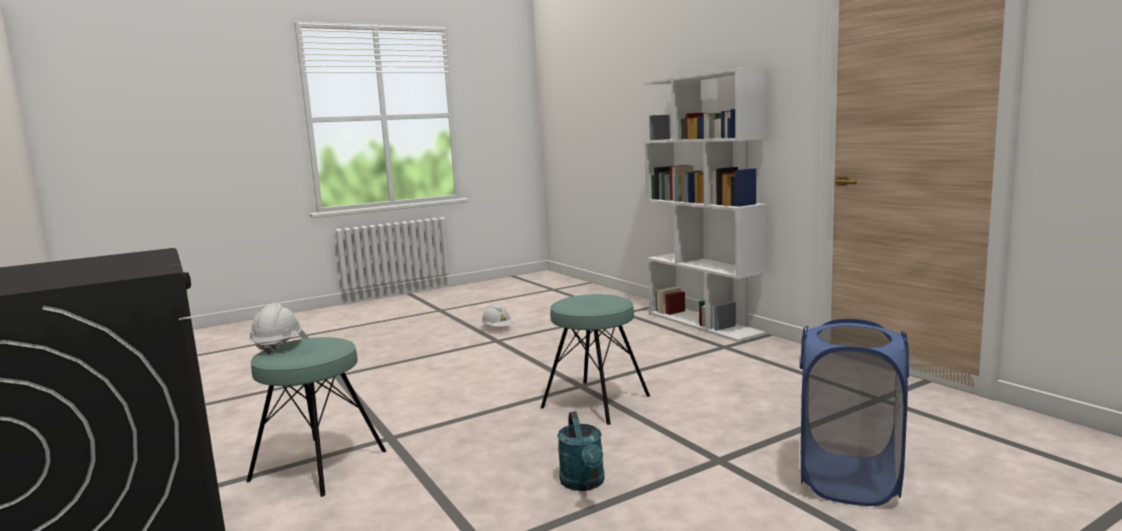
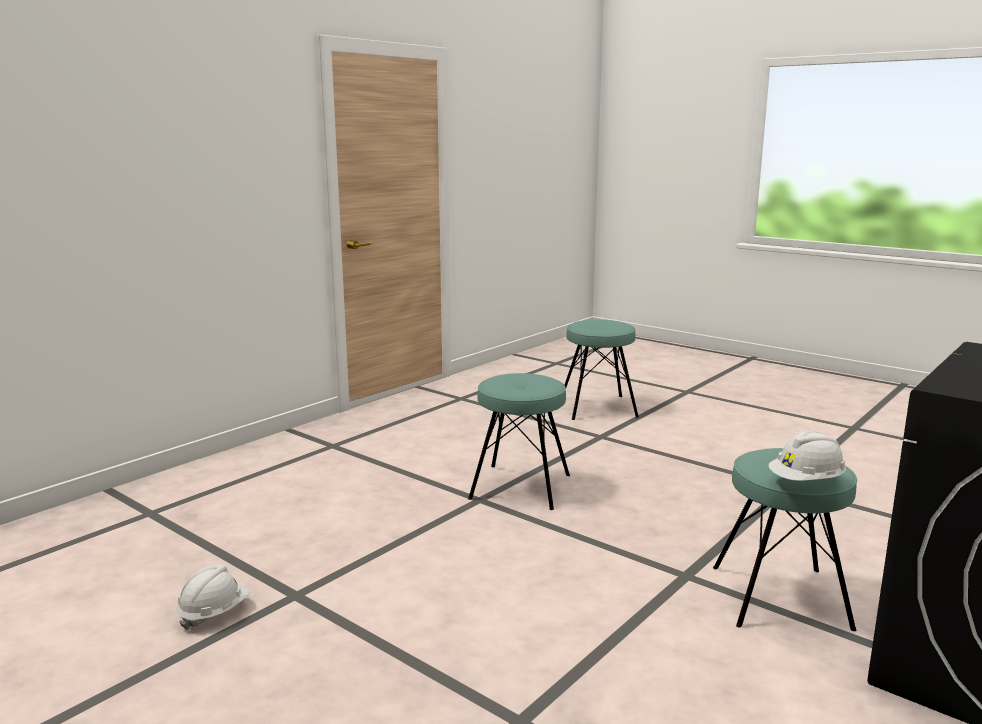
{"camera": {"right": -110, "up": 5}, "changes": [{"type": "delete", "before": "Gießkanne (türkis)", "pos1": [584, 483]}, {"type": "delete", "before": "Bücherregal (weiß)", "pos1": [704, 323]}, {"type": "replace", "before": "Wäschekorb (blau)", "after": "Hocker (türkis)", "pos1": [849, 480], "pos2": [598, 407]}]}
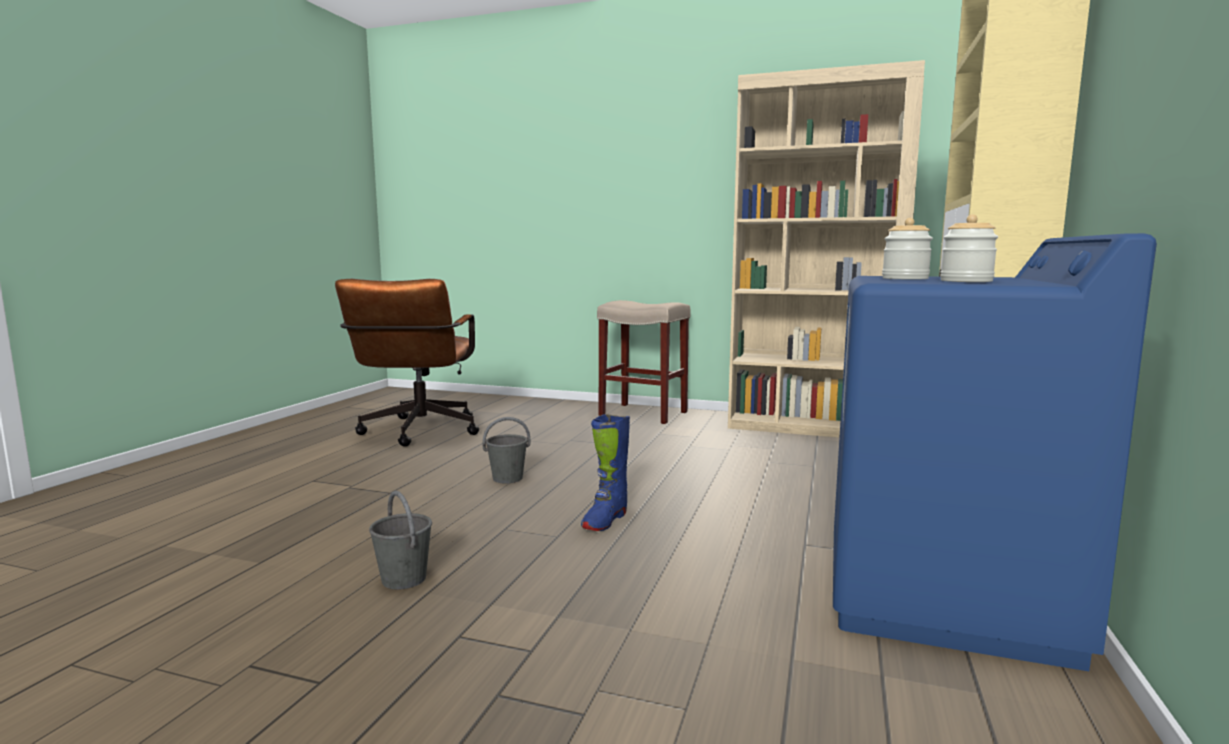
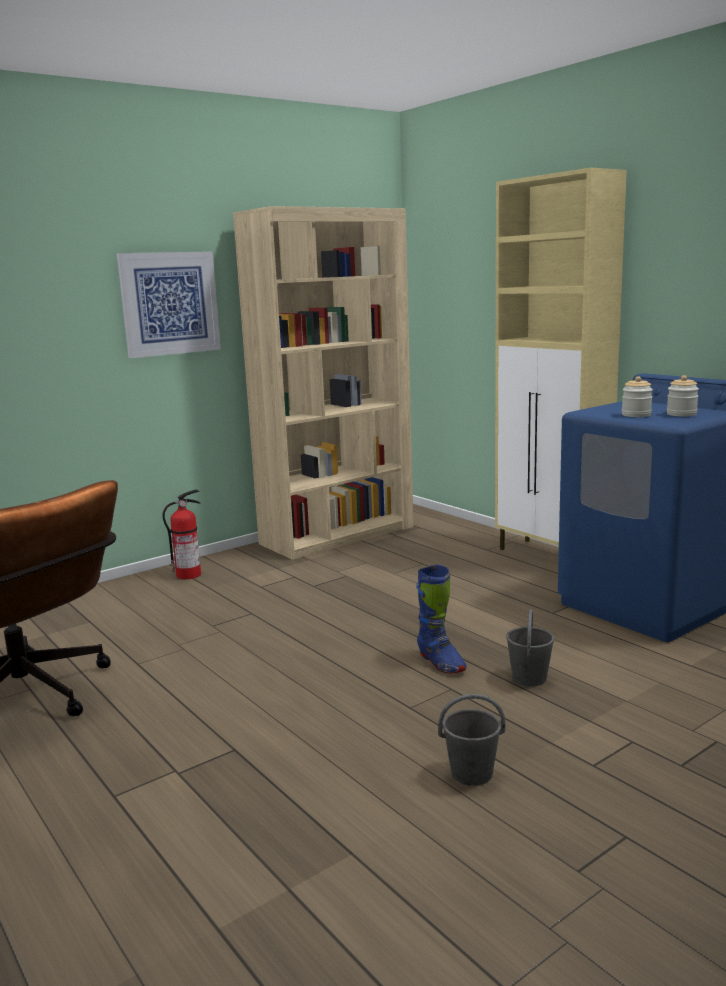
{"camera": {"right": -55, "up": 5}, "changes": [{"type": "insert", "after": "Bild", "pos2": [170, 303]}, {"type": "move", "before": "Eimer (grau)", "pos1": [507, 478], "pos2": [529, 678]}, {"type": "replace", "before": "Hocker (beige)", "after": "Feuerlöscher", "pos1": [644, 413], "pos2": [189, 574]}]}
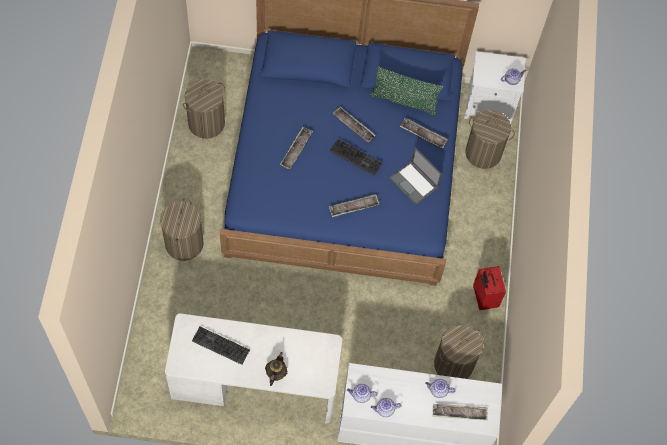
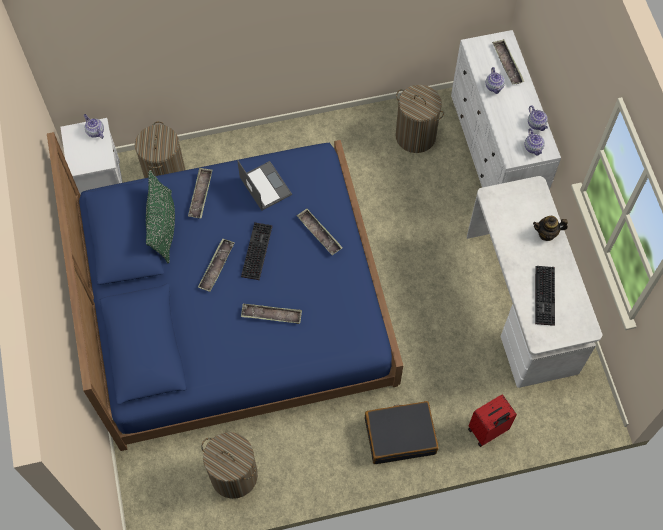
{"camera": {"right": -105, "up": 0}, "changes": [{"type": "move", "before": "Koffer (rot)", "pos1": [483, 298], "pos2": [488, 431]}, {"type": "replace", "before": "Wäschekorb", "after": "Koffer (schwarz)", "pos1": [184, 243], "pos2": [400, 435]}, {"type": "rotate", "before": "Laptop", "pos1": [414, 183], "pos2": [265, 185], "turn": -60}]}
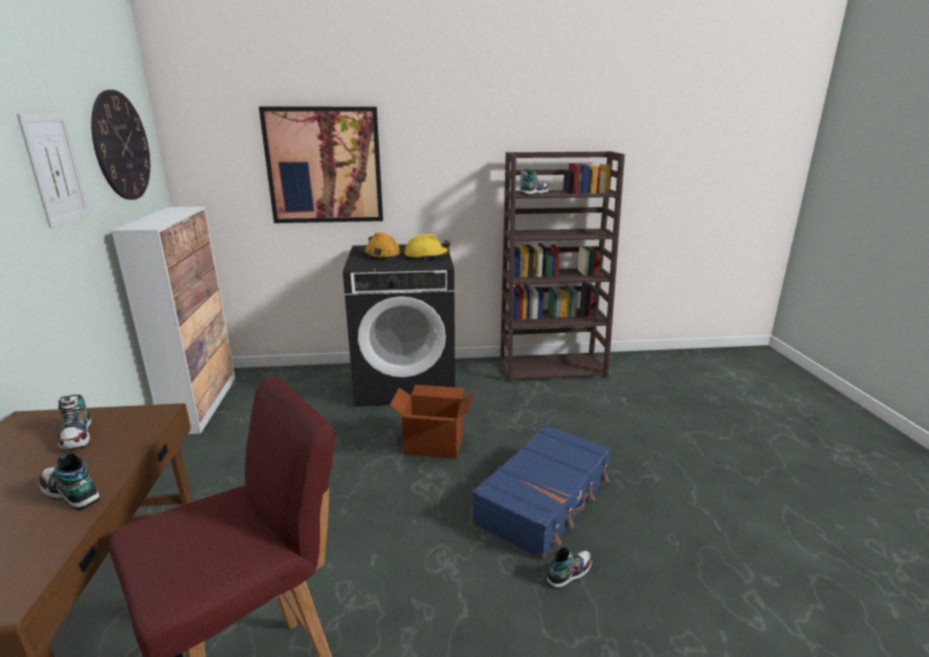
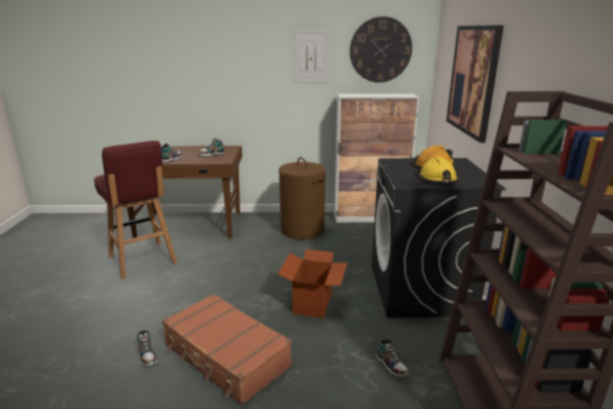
{"camera": {"right": 95, "up": 0}, "changes": [{"type": "insert", "after": "Wäschekorb (braun)", "pos2": [302, 230]}, {"type": "move", "before": "Schuh", "pos1": [535, 193], "pos2": [392, 366]}, {"type": "recolor", "before": "Koffer (blau)", "after": "Koffer (braun)", "pos1": [544, 499], "pos2": [226, 356]}]}
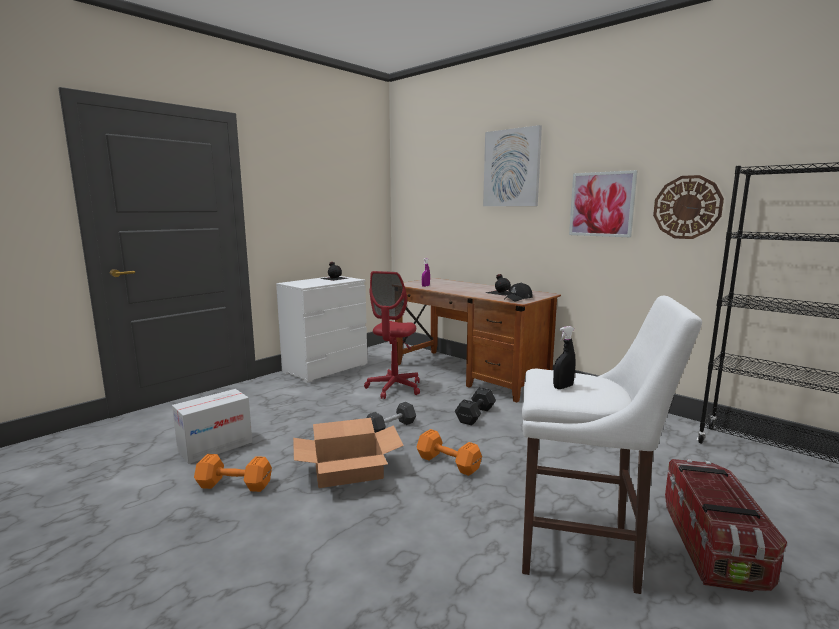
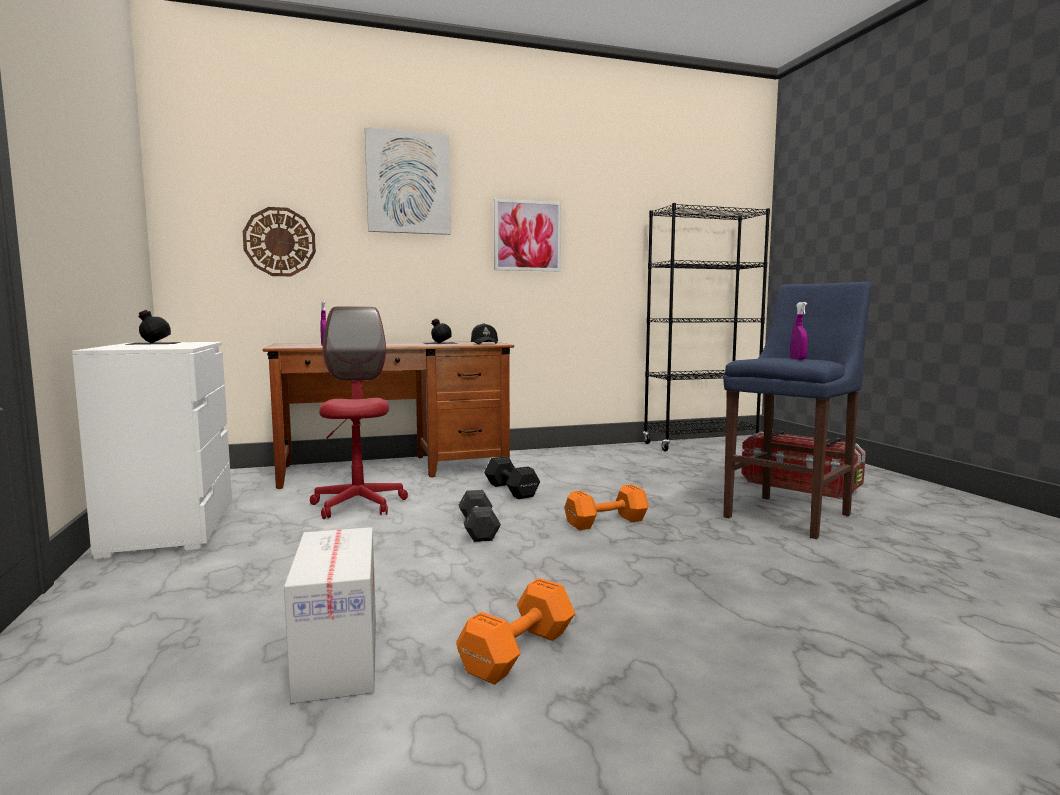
{"camera": {"right": -60, "up": -5}, "changes": [{"type": "delete", "before": "Karton", "pos1": [348, 470]}, {"type": "move", "before": "Wanduhr", "pos1": [687, 207], "pos2": [279, 242]}, {"type": "recolor", "before": "Hocker (weiß)", "after": "Hocker (blau)", "pos1": [584, 549], "pos2": [791, 514]}, {"type": "recolor", "before": "Sprühflasche (schwarz)", "after": "Sprühflasche (lila)", "pos1": [563, 387], "pos2": [798, 359]}, {"type": "rotate", "before": "Bürostuhl (rot)", "pos1": [394, 388], "pos2": [358, 505], "turn": -150}]}
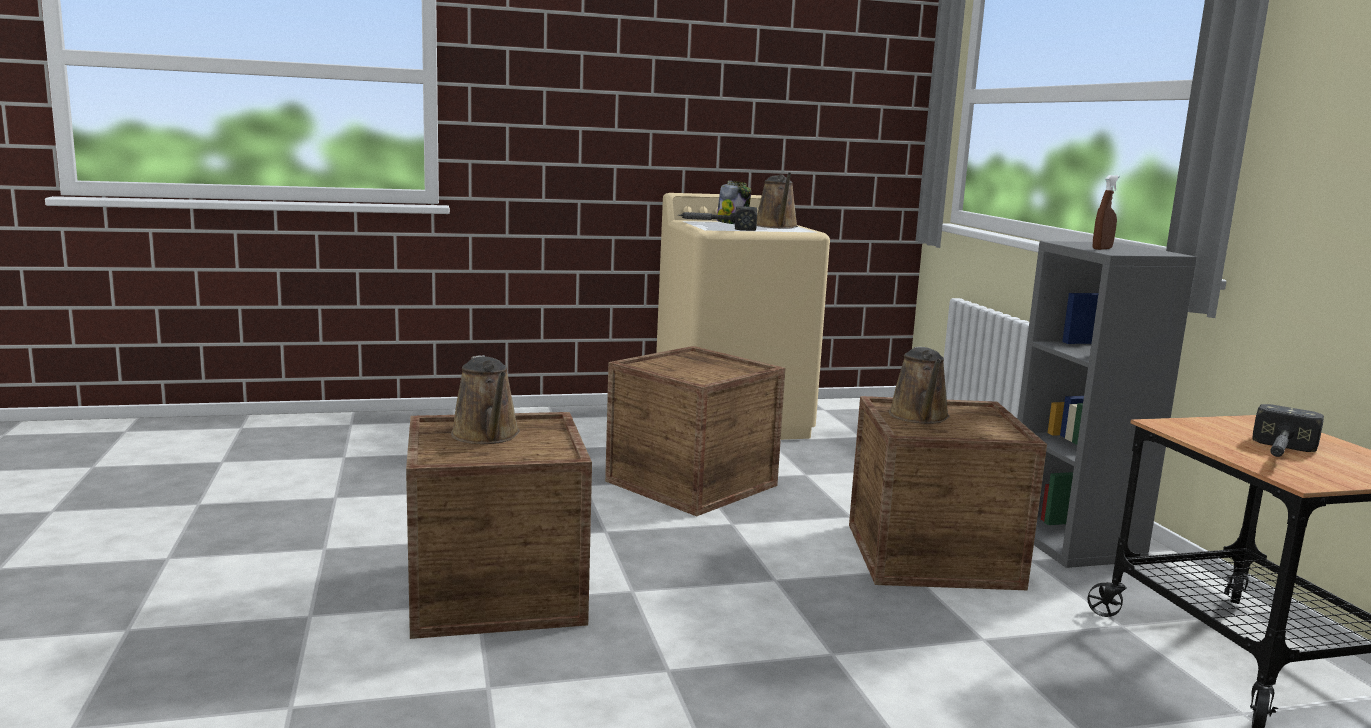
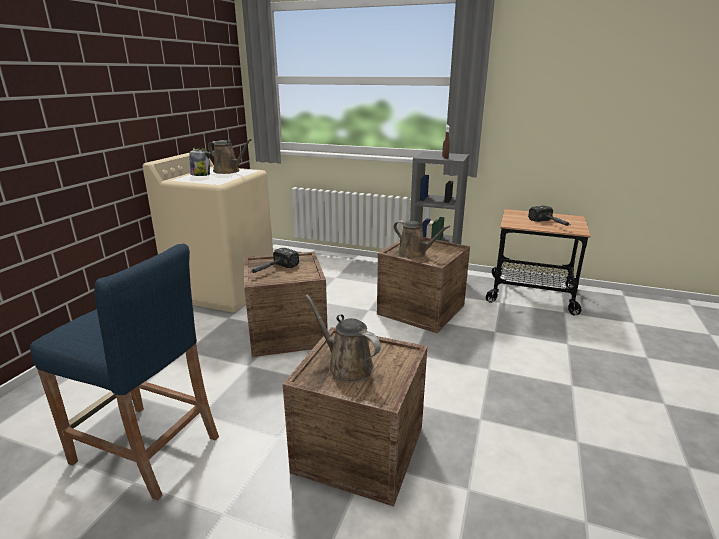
{"camera": {"right": -55, "up": 10}, "changes": [{"type": "insert", "after": "Hocker (blau)", "pos2": [146, 449]}, {"type": "move", "before": "Hammer", "pos1": [716, 227], "pos2": [272, 270]}, {"type": "rotate", "before": "Gießkanne (braun)", "pos1": [487, 436], "pos2": [347, 366], "turn": -150}]}
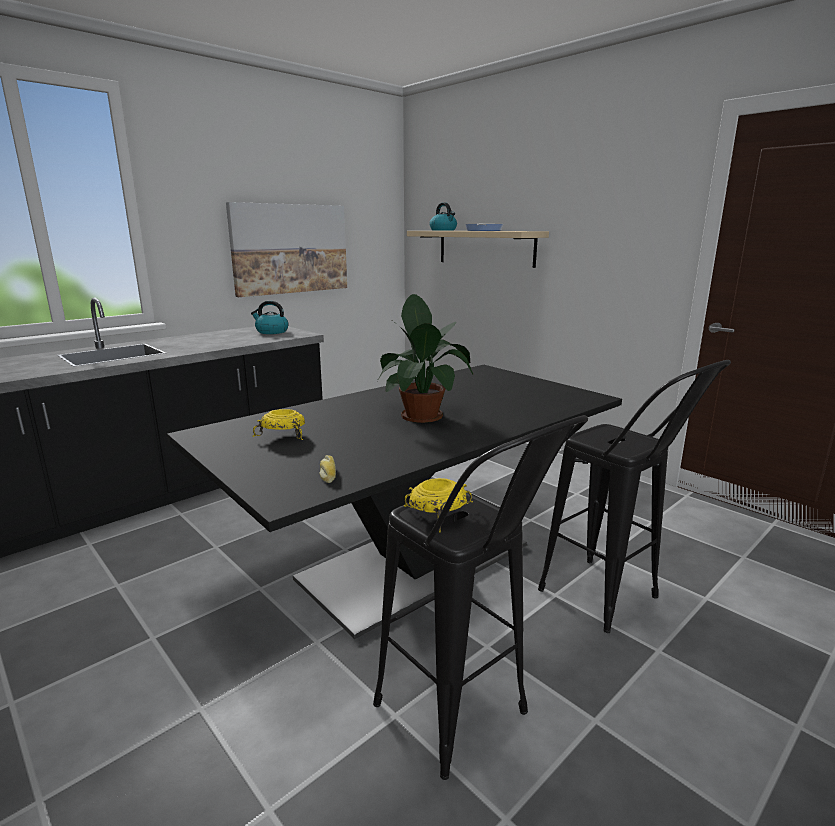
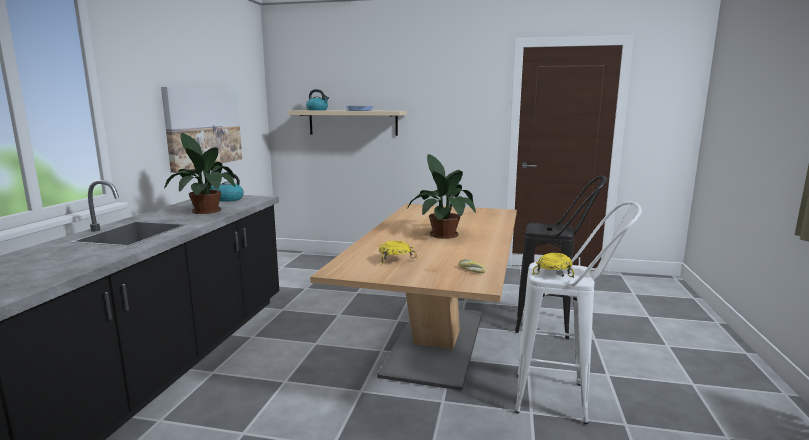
{"camera": {"right": -35, "up": -5}, "changes": [{"type": "insert", "after": "Topfpflanze", "pos2": [205, 210]}, {"type": "recolor", "before": "Esstisch (schwarz)", "after": "Esstisch (beige)", "pos1": [415, 563], "pos2": [436, 343]}, {"type": "recolor", "before": "Hocker (schwarz)", "after": "Hocker (weiß)", "pos1": [466, 724], "pos2": [564, 400]}]}
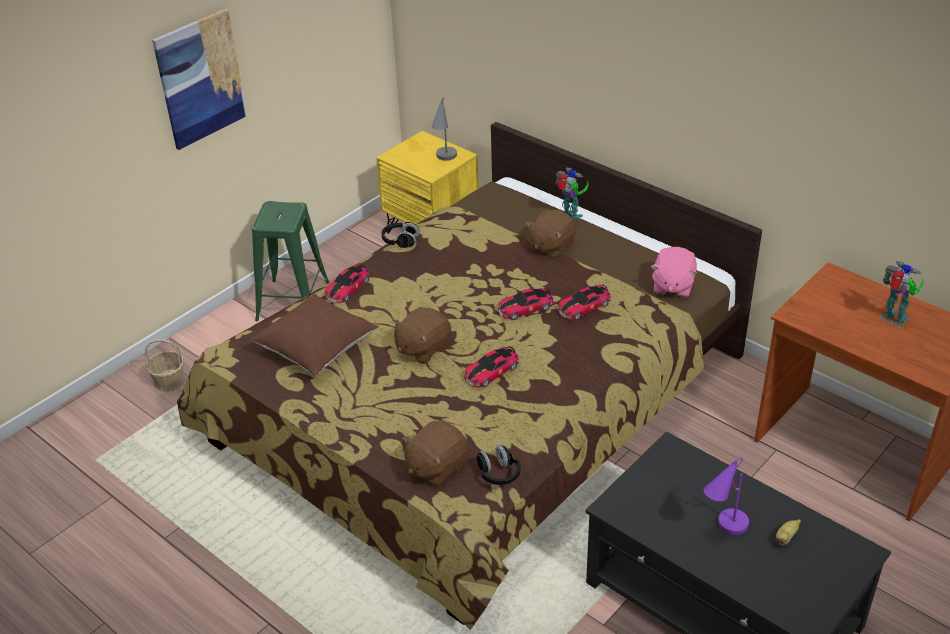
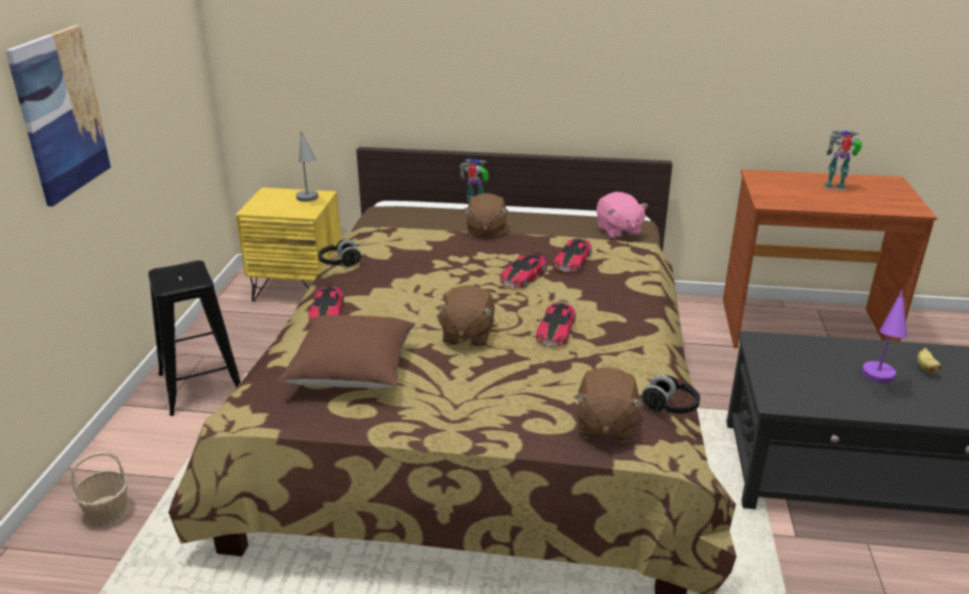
{"camera": {"right": -35, "up": -10}, "changes": [{"type": "recolor", "before": "Hocker (grün)", "after": "Hocker (schwarz)", "pos1": [293, 302], "pos2": [201, 385]}]}
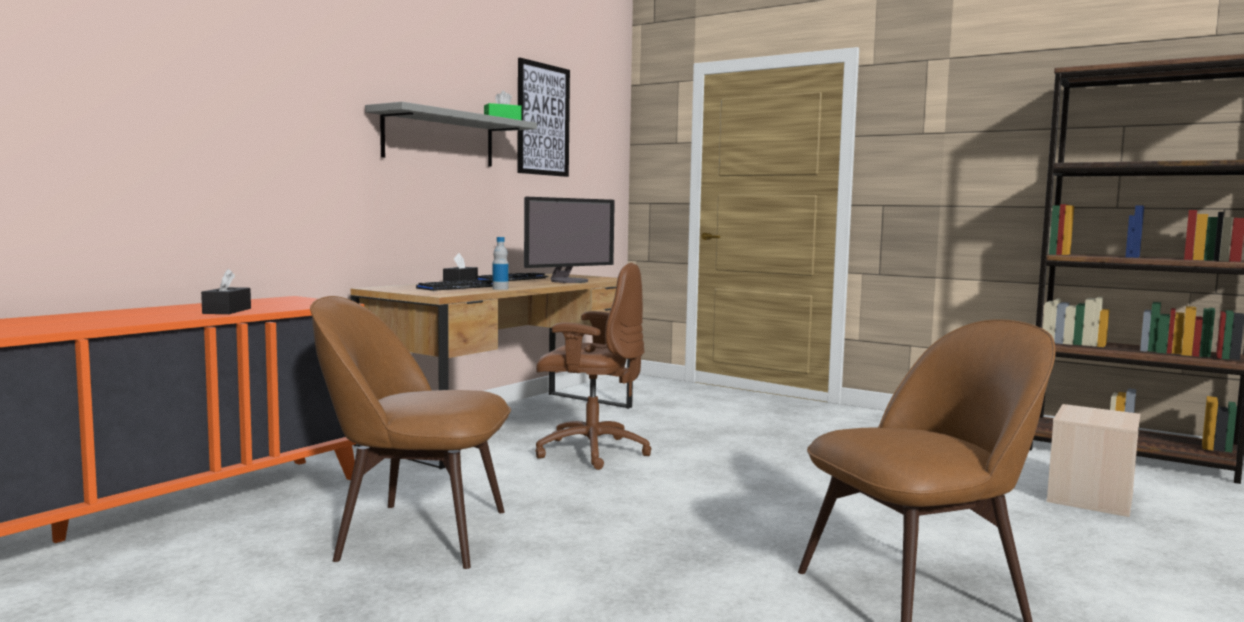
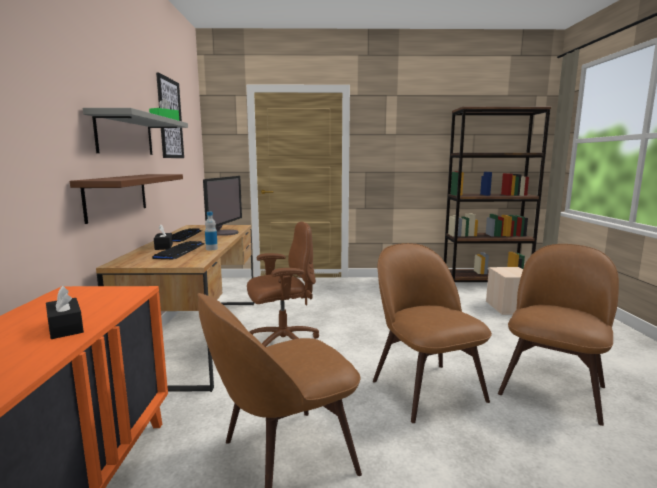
{"camera": {"right": -35, "up": 5}, "changes": [{"type": "insert", "after": "Wandregal (braun)", "pos2": [117, 196]}, {"type": "insert", "after": "Stuhl (braun)", "pos2": [425, 388]}]}
